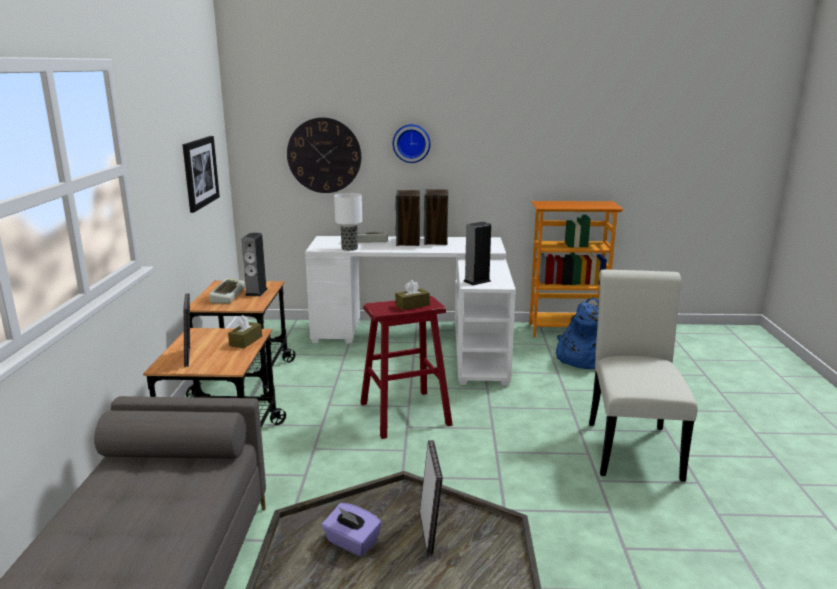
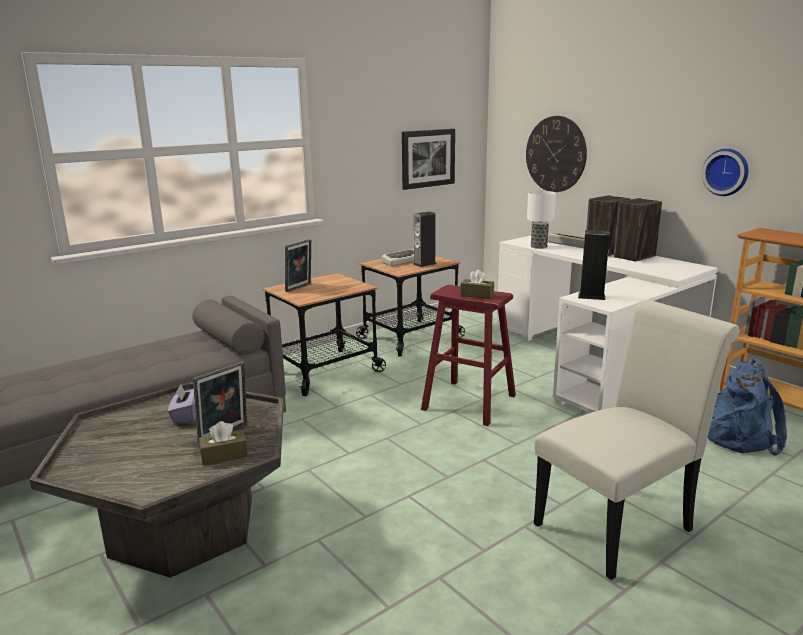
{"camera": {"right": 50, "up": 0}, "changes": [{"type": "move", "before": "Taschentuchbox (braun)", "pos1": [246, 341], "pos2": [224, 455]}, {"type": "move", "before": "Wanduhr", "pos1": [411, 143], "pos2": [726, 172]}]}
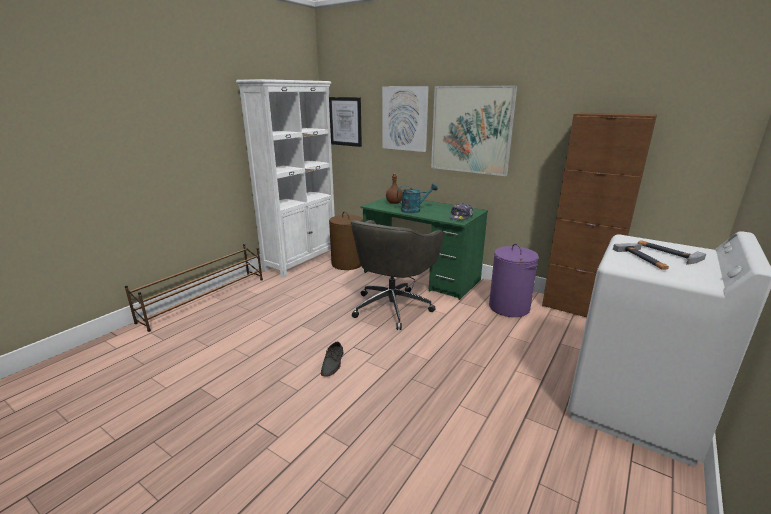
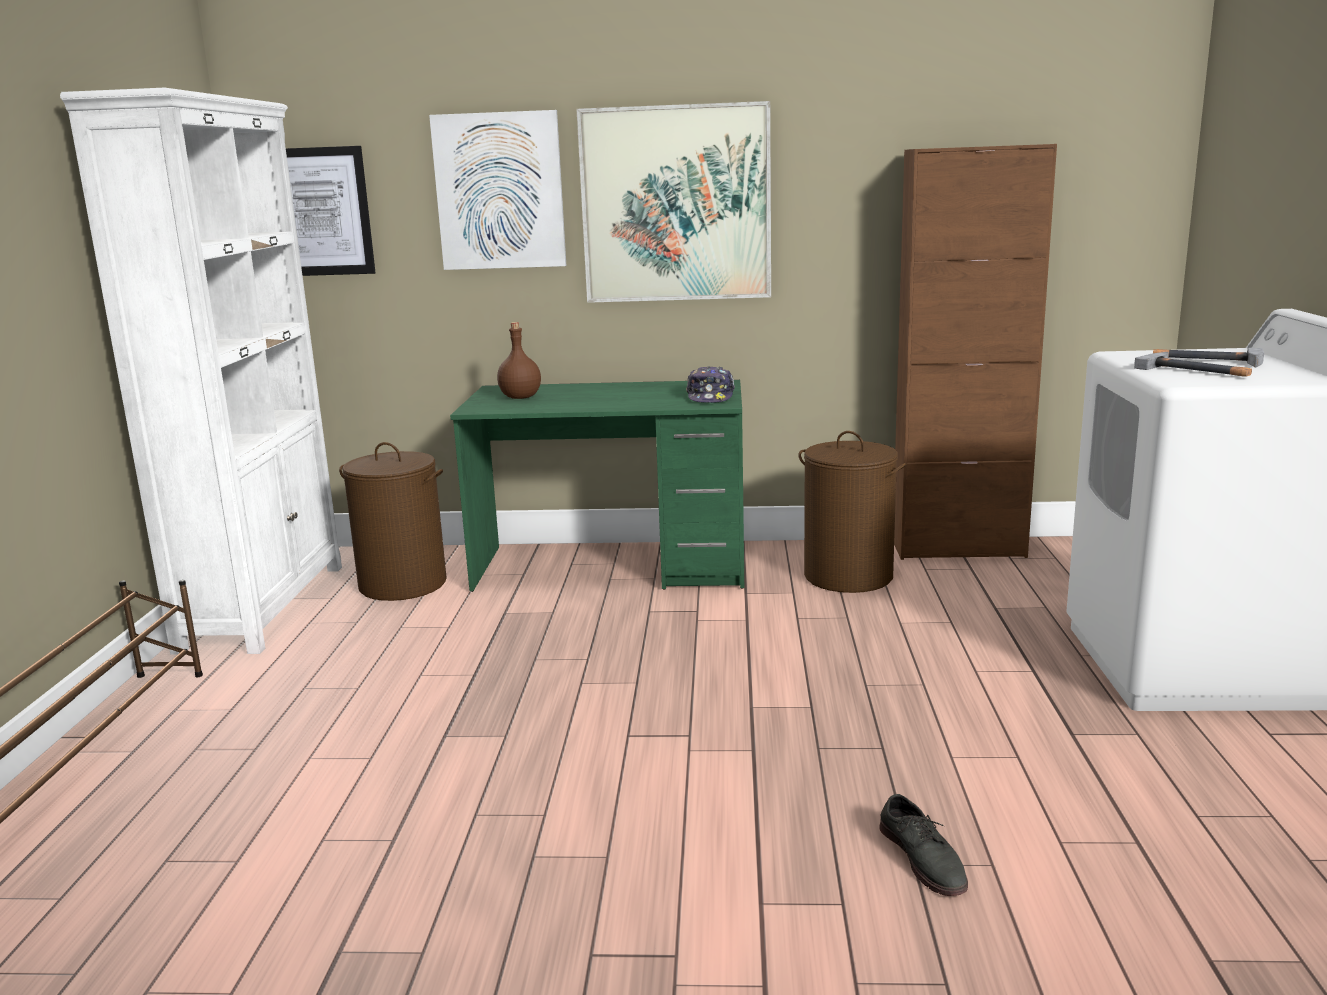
{"camera": {"right": -30, "up": -5}, "changes": [{"type": "delete", "before": "Bürostuhl (grau)", "pos1": [393, 306]}, {"type": "delete", "before": "Gießkanne (türkis)", "pos1": [414, 210]}, {"type": "move", "before": "Schuh (grau)", "pos1": [333, 363], "pos2": [923, 858]}, {"type": "recolor", "before": "Wäschekorb (lila)", "after": "Wäschekorb (braun)", "pos1": [509, 307], "pos2": [849, 576]}]}
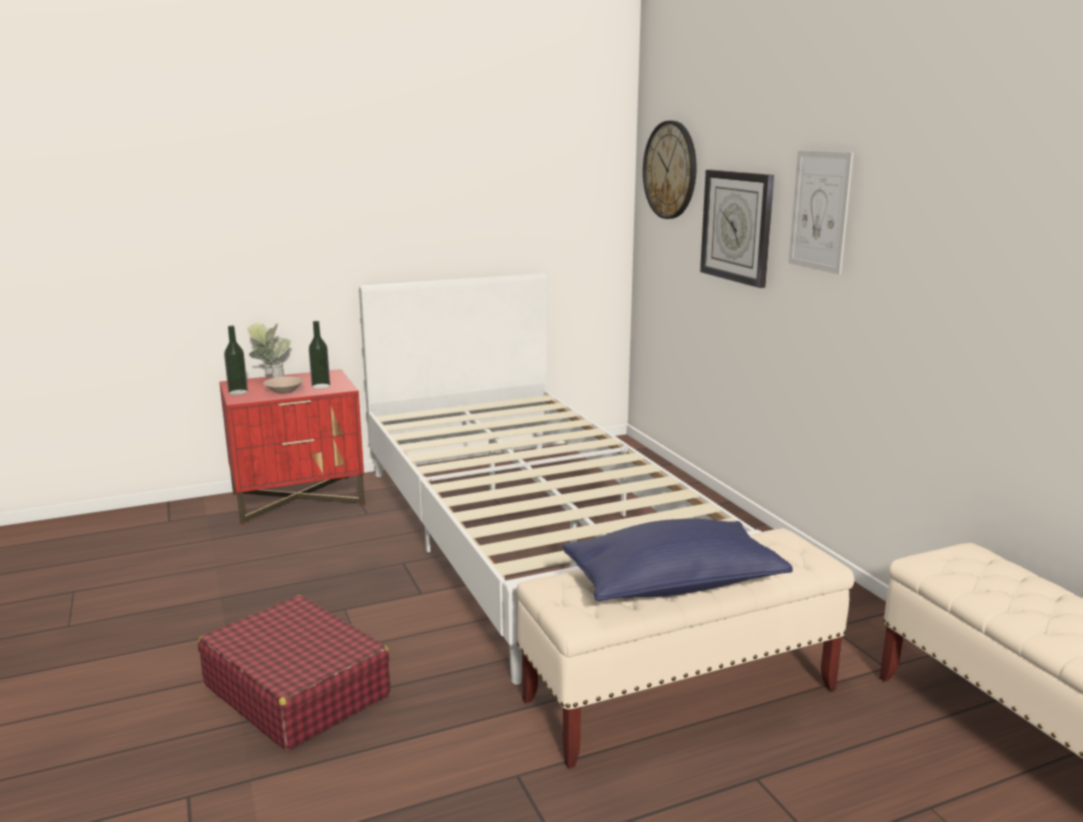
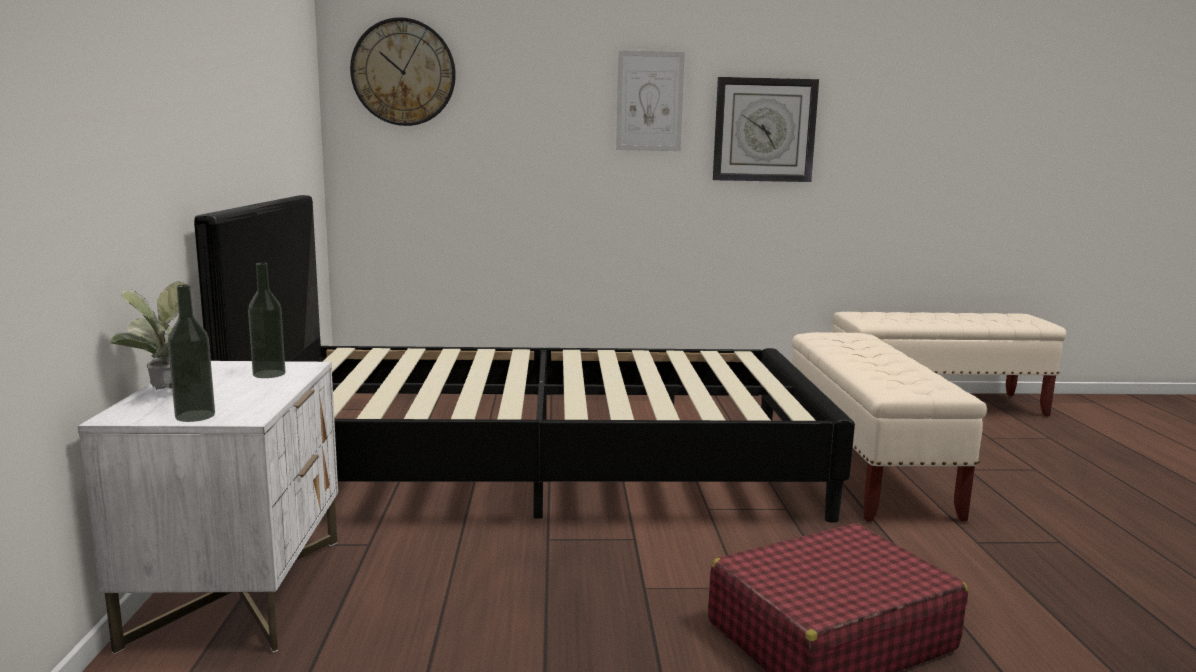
{"camera": {"right": -70, "up": -5}, "changes": [{"type": "delete", "before": "Schüssel (beige)", "pos1": [284, 391]}, {"type": "delete", "before": "Kissen (blau)", "pos1": [673, 585]}, {"type": "move", "before": "Wanduhr", "pos1": [737, 226], "pos2": [764, 130]}, {"type": "recolor", "before": "Nachttisch (rot)", "after": "Nachttisch (weiß)", "pos1": [299, 499], "pos2": [238, 590]}, {"type": "recolor", "before": "Bett (weiß)", "after": "Bett (schwarz)", "pos1": [530, 535], "pos2": [540, 468]}]}
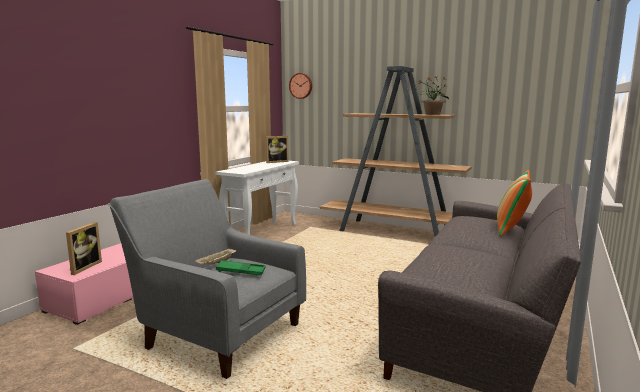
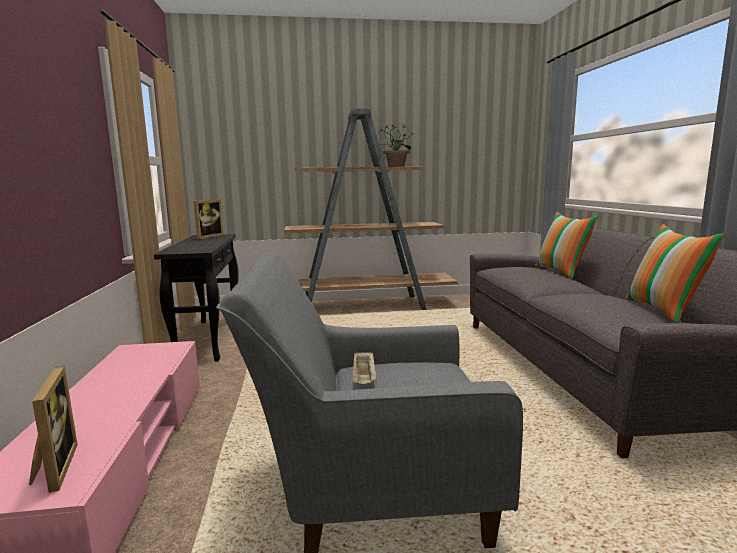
{"camera": {"right": -35, "up": 0}, "changes": [{"type": "delete", "before": "Tablett (grün)", "pos1": [241, 271]}, {"type": "delete", "before": "Wanduhr", "pos1": [301, 86]}, {"type": "insert", "after": "Kissen", "pos2": [664, 310]}, {"type": "recolor", "before": "Konsolentisch (weiß)", "after": "Konsolentisch (schwarz)", "pos1": [262, 233], "pos2": [209, 339]}]}
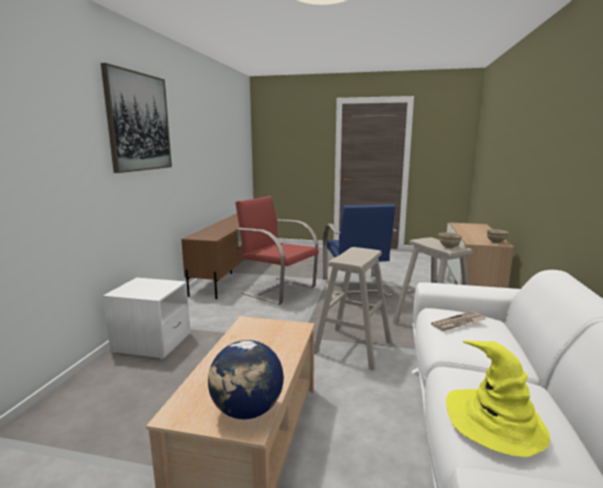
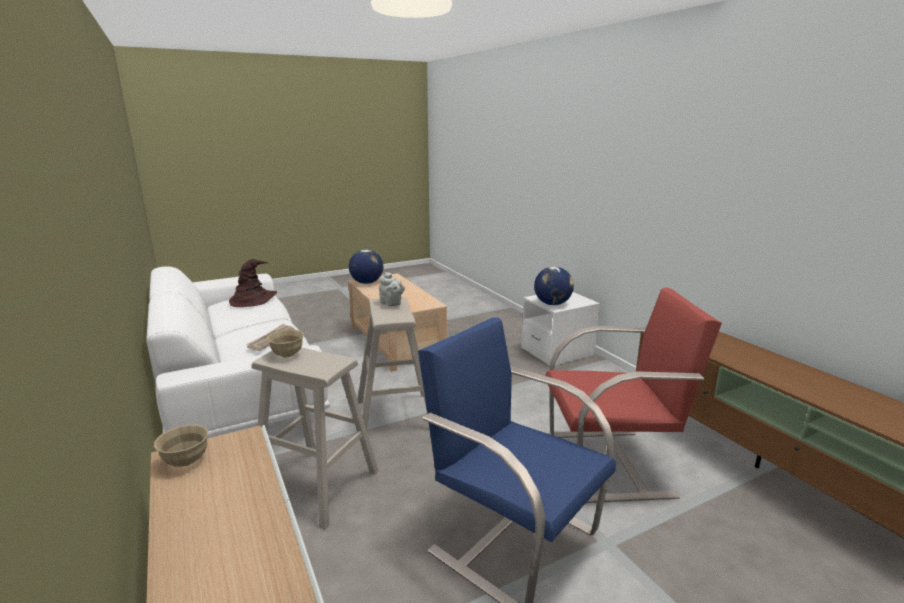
{"camera": {"right": 140, "up": 5}, "changes": [{"type": "delete", "before": "Bild", "pos1": [139, 122]}, {"type": "insert", "after": "Teekanne (grau)", "pos2": [392, 304]}, {"type": "insert", "after": "Globus", "pos2": [552, 304]}, {"type": "recolor", "before": "Hut (gelb)", "after": "Hut (braun)", "pos1": [495, 421], "pos2": [253, 299]}]}
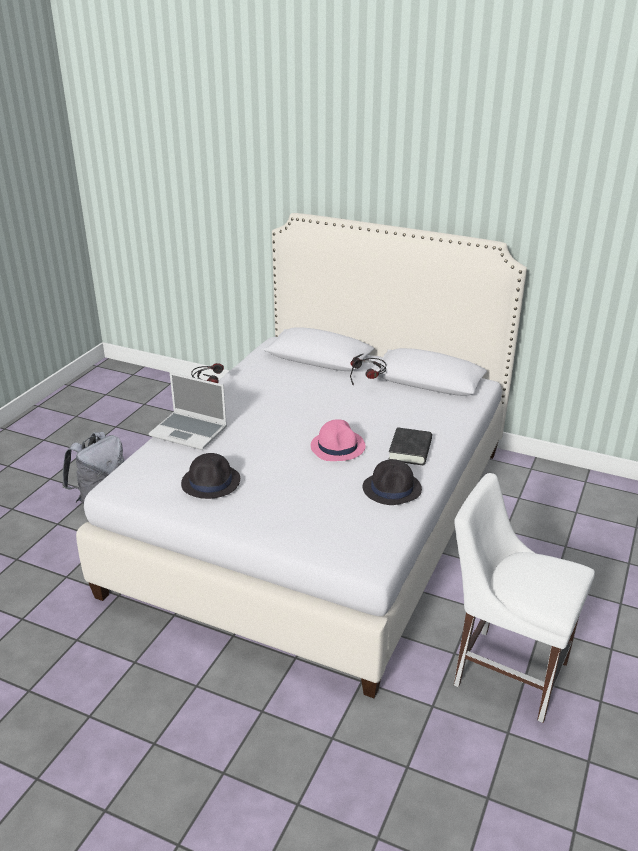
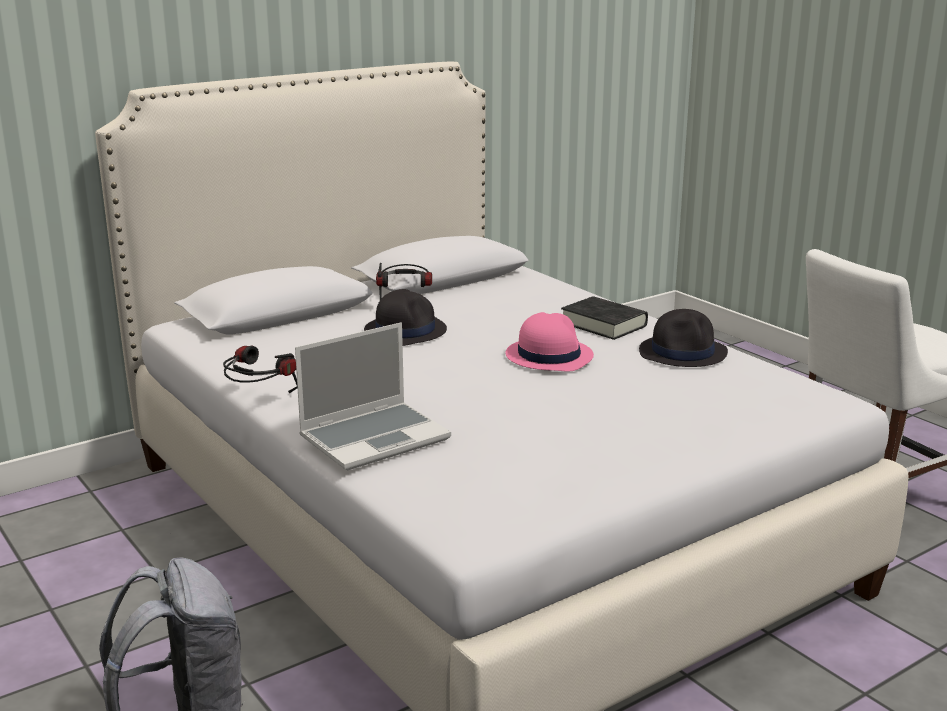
{"camera": {"right": -60, "up": -10}, "changes": [{"type": "move", "before": "Hut (schwarz)", "pos1": [211, 482], "pos2": [405, 330]}]}
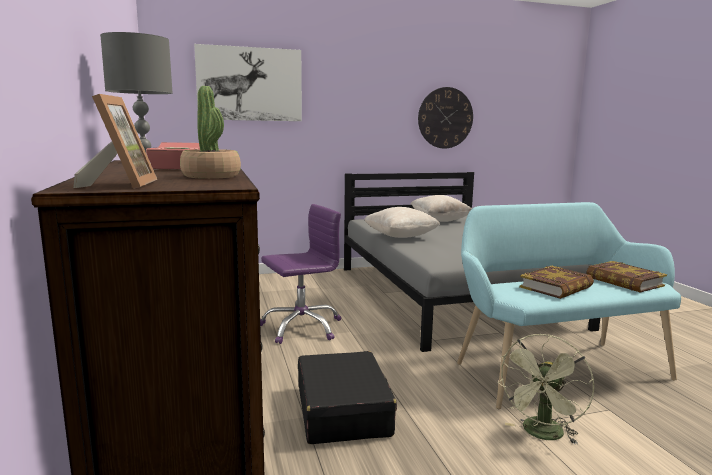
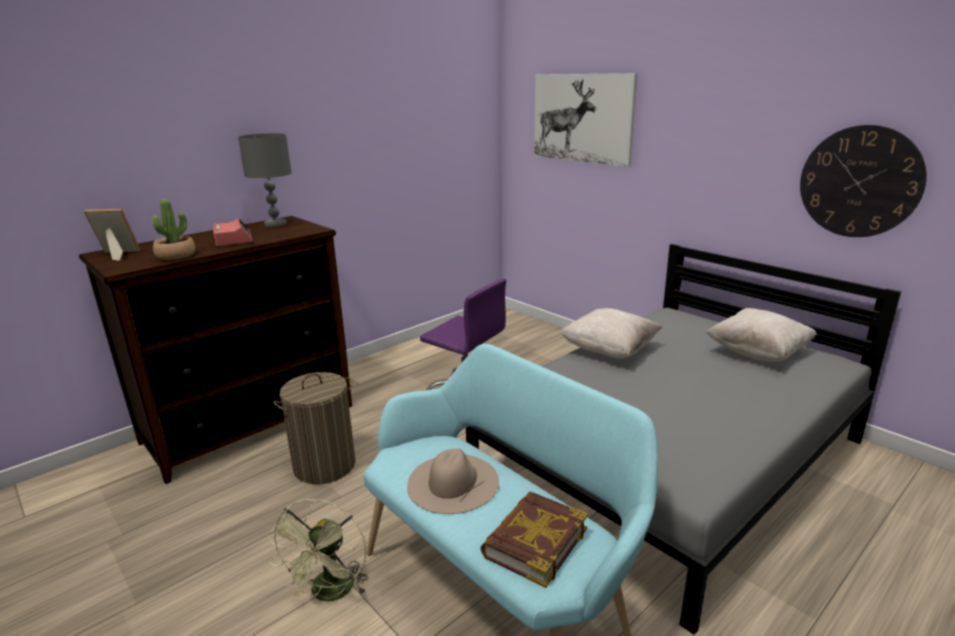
{"camera": {"right": 65, "up": 10}, "changes": [{"type": "replace", "before": "Koffer (schwarz)", "after": "Wäschekorb", "pos1": [343, 410], "pos2": [325, 465]}, {"type": "replace", "before": "Buch", "after": "Hut (beige)", "pos1": [556, 287], "pos2": [453, 482]}, {"type": "rotate", "before": "Bilderrahmen", "pos1": [121, 185], "pos2": [116, 255], "turn": -150}, {"type": "rotate", "before": "Ventilator (grün)", "pos1": [542, 435], "pos2": [330, 594], "turn": -90}]}
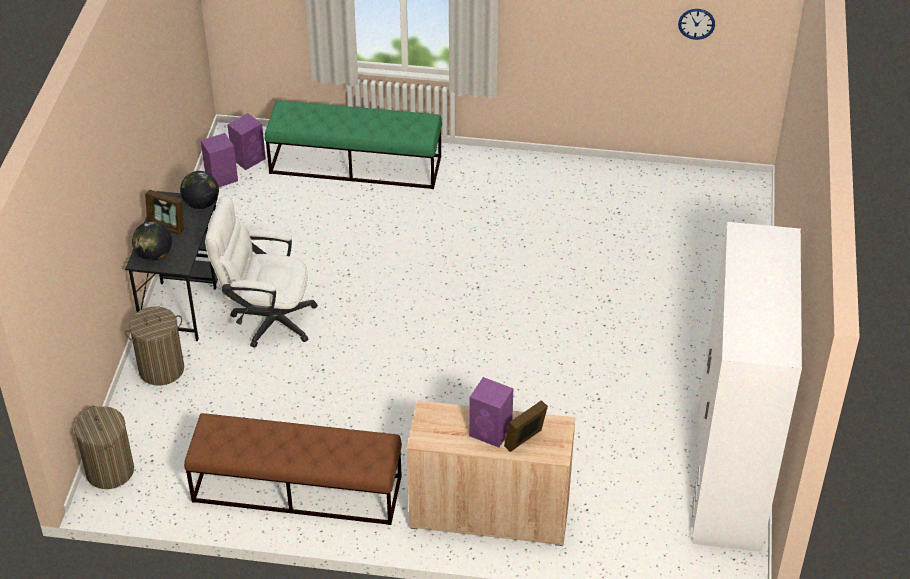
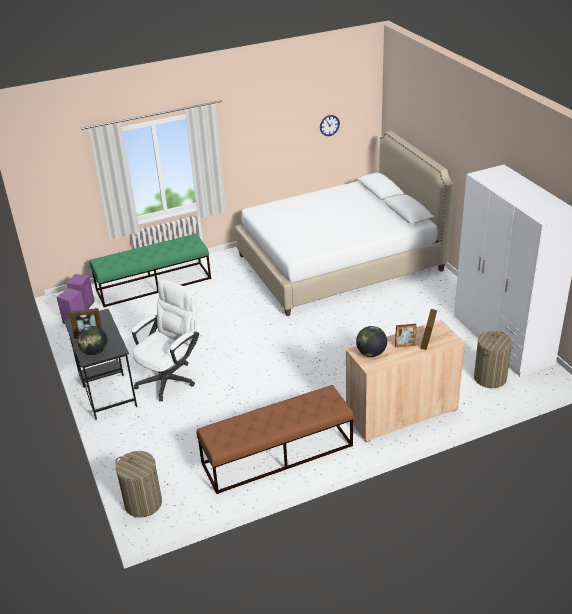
{"camera": {"right": -30, "up": -10}, "changes": [{"type": "insert", "after": "Bett (weiß)", "pos2": [339, 263]}, {"type": "move", "before": "Wäschekorb", "pos1": [161, 369], "pos2": [490, 378]}, {"type": "move", "before": "Globus", "pos1": [201, 204], "pos2": [371, 353]}, {"type": "replace", "before": "Lautsprecher (lila)", "after": "Bilderrahmen", "pos1": [491, 432], "pos2": [405, 345]}, {"type": "rotate", "before": "Bürostuhl (weiß)", "pos1": [266, 318], "pos2": [171, 377], "turn": 150}]}
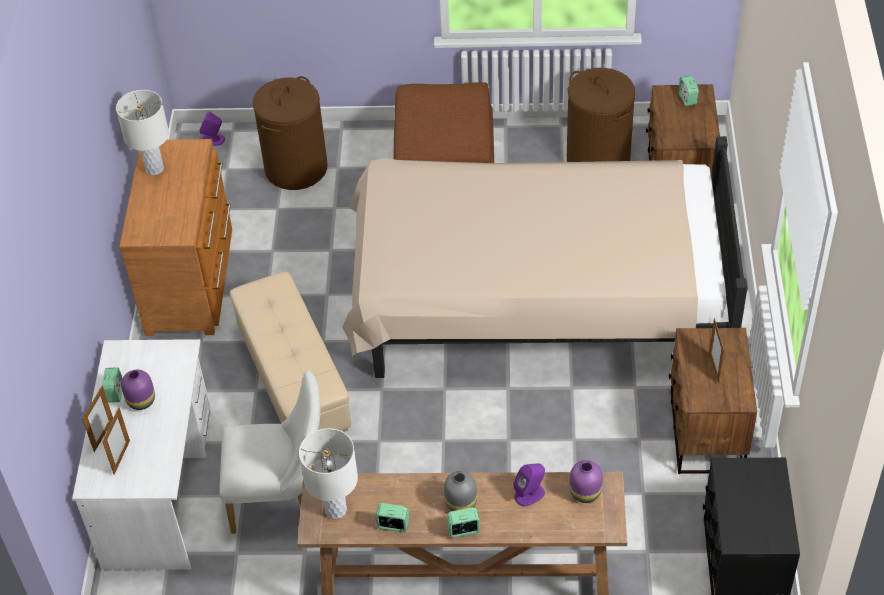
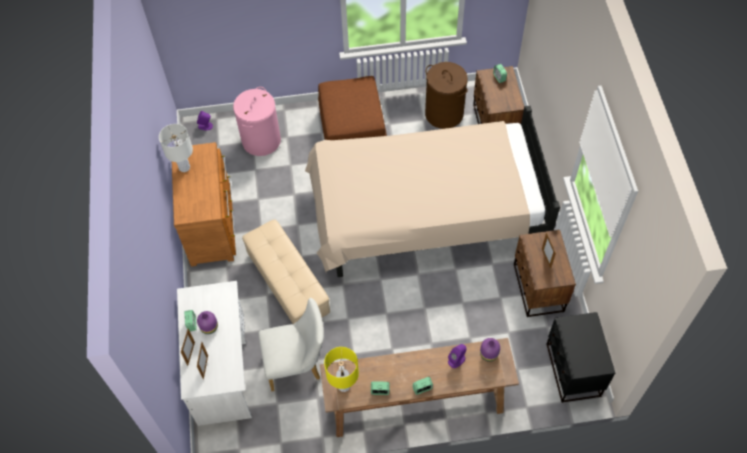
{"camera": {"right": -10, "up": 10}, "changes": [{"type": "delete", "before": "Vase (grau)", "pos1": [460, 503]}, {"type": "recolor", "before": "Wäschekorb (braun)", "after": "Wäschekorb (rosa)", "pos1": [296, 168], "pos2": [261, 140]}, {"type": "recolor", "before": "Tischlampe (weiß)", "after": "Tischlampe (gelb)", "pos1": [335, 509], "pos2": [344, 385]}]}
